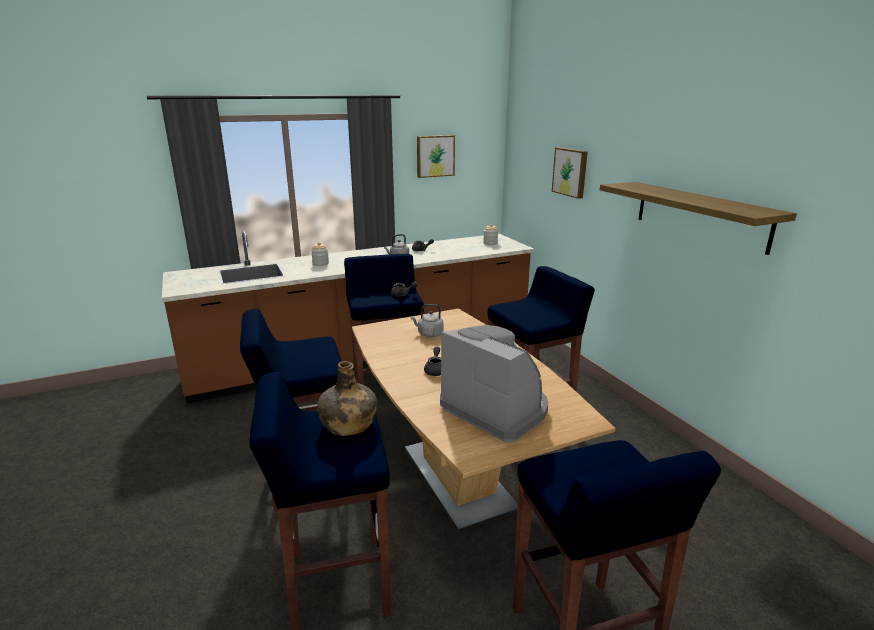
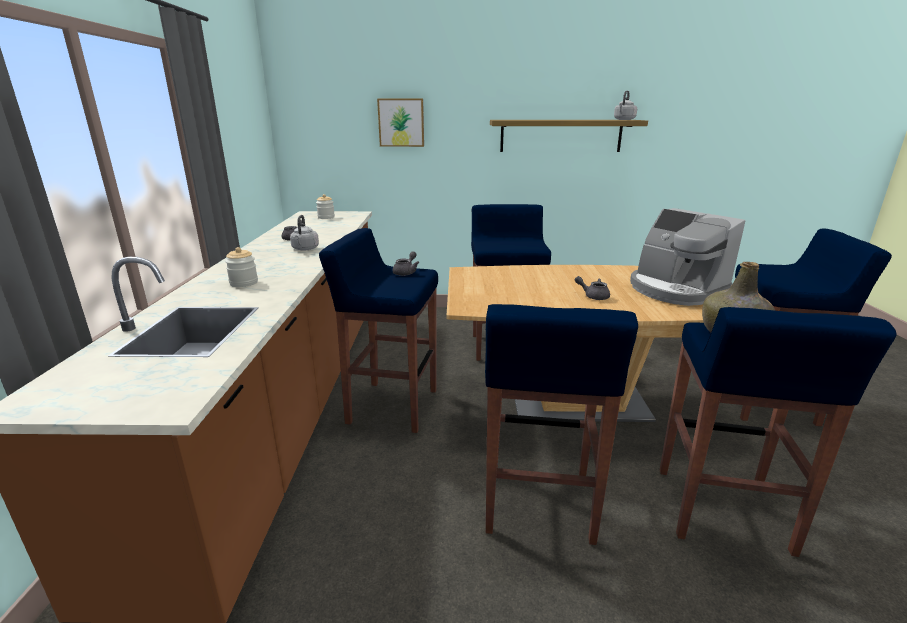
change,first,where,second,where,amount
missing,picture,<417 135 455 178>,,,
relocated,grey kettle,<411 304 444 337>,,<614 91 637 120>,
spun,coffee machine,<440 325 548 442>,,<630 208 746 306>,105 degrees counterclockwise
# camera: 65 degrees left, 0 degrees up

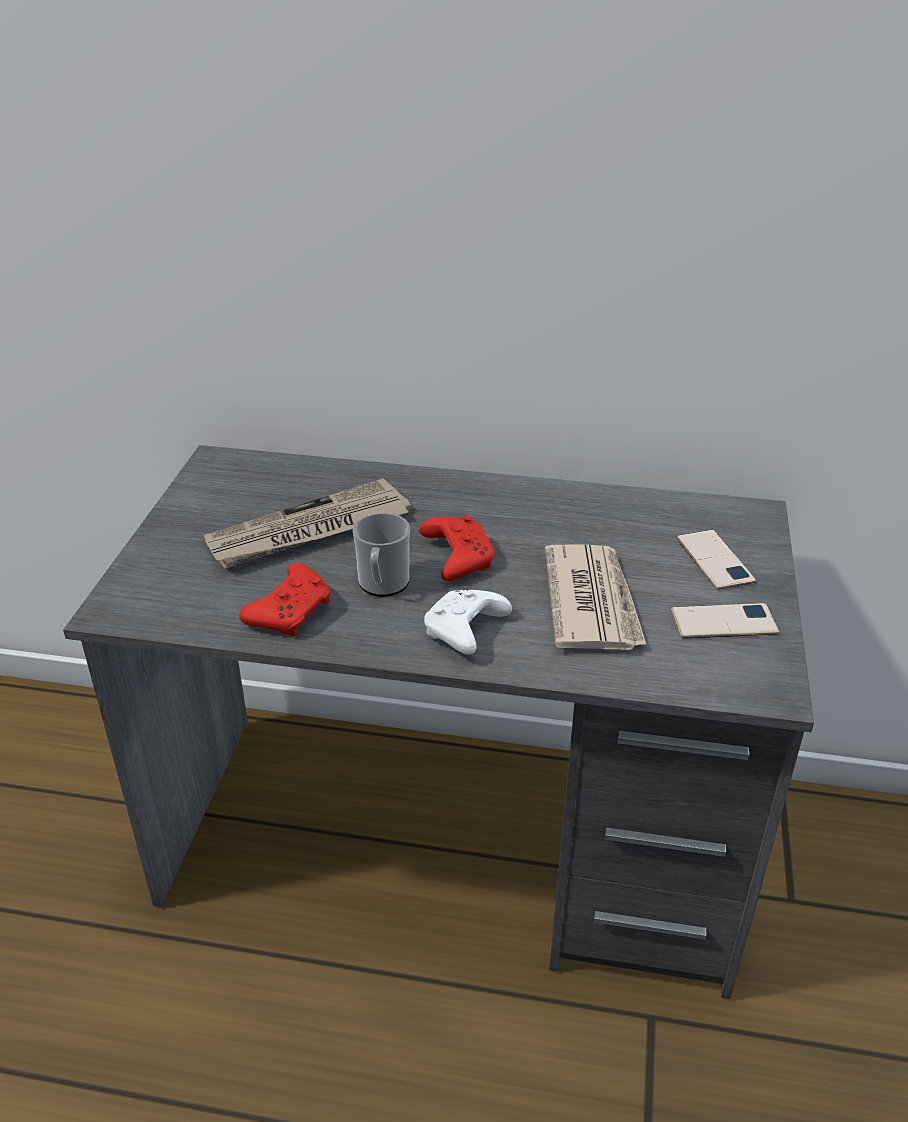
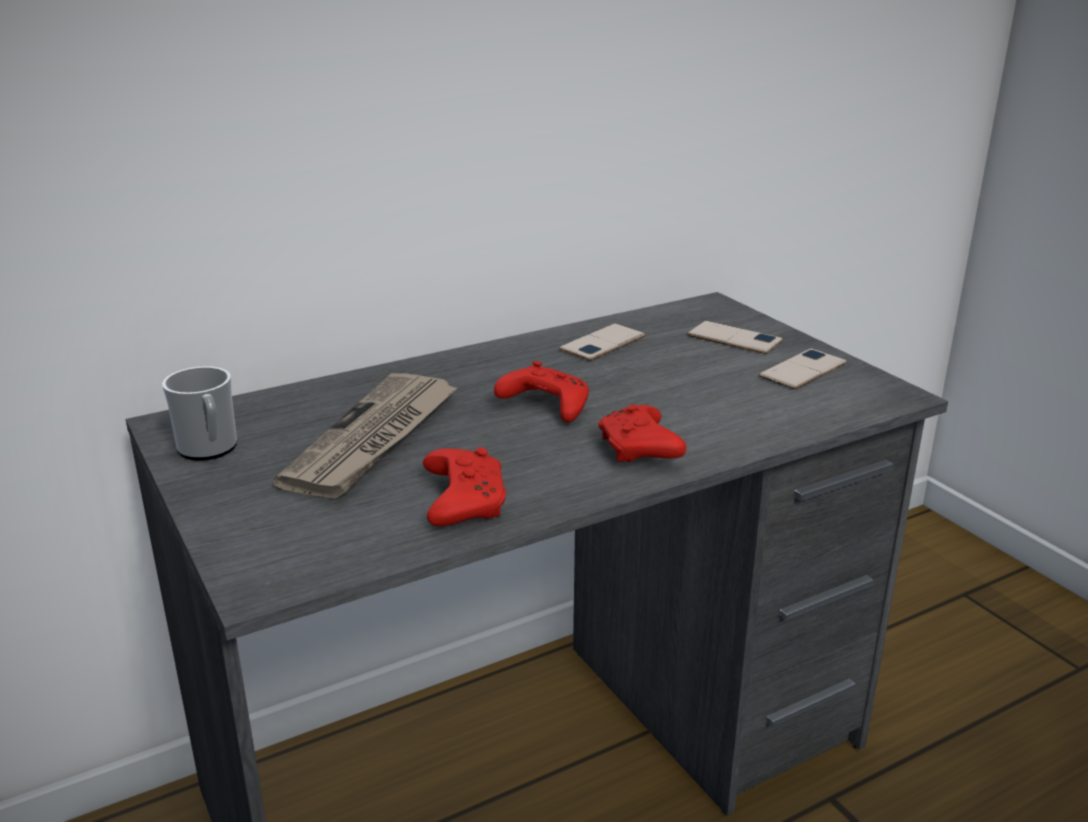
change,first,where,second,where,amount
relocated,mug,<353 513 410 597>,,<162 366 237 461>,
missing,newspaper,<545 544 646 650>,,,
colour,white game controller,<424 589 512 655>,red game controller,<598 404 687 462>,
appeared,,,phone,<559 323 645 361>,
# camera: 40 degrees left, 10 degrees down

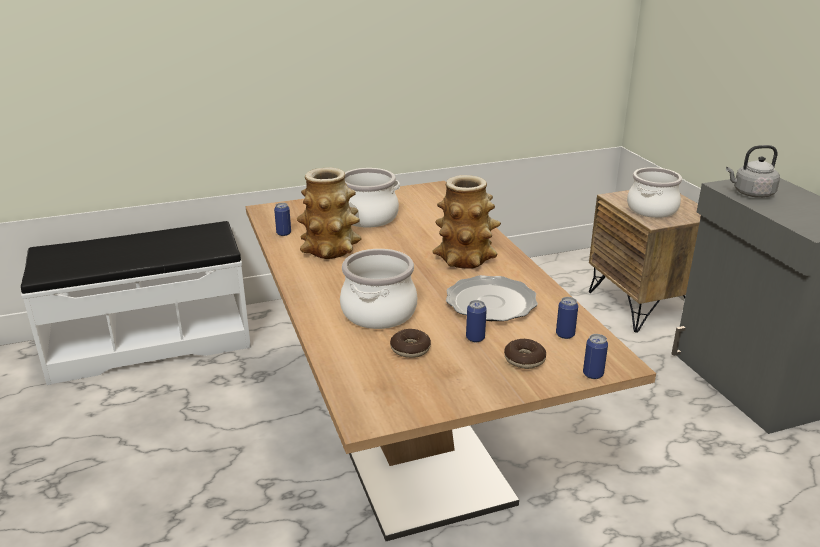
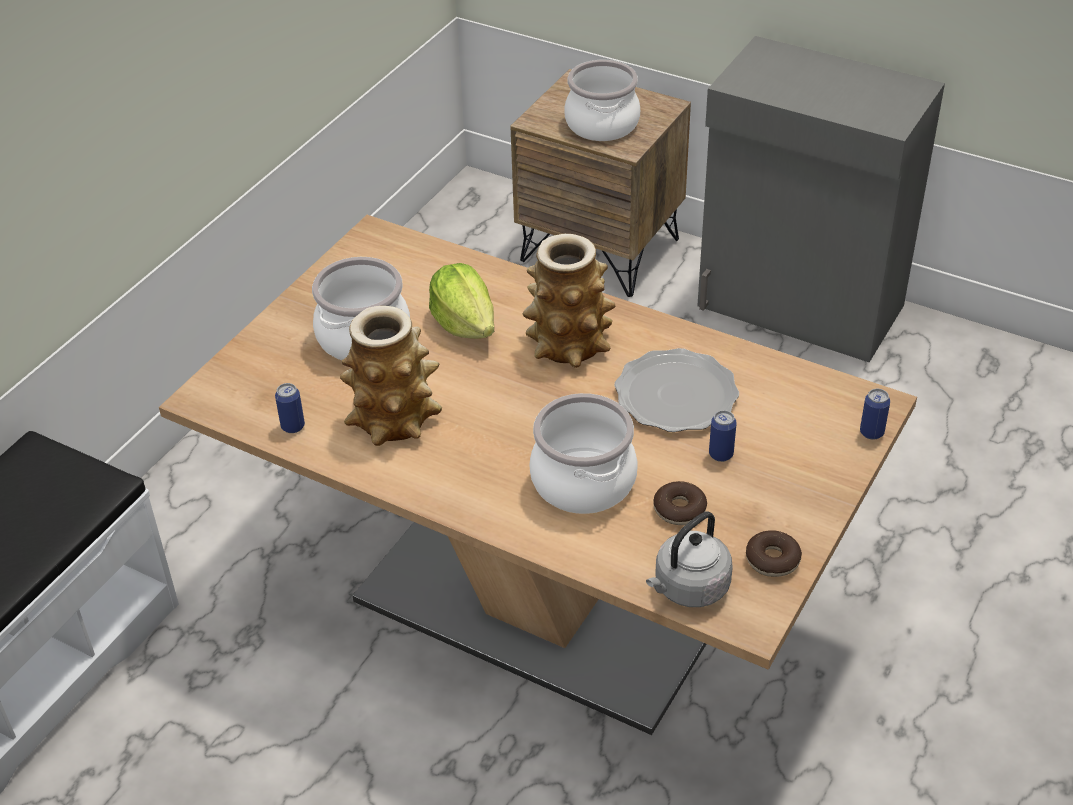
change,first,where,second,where,amount
relocated,grey kettle,<726 145 780 198>,,<646 511 733 607>,
missing,can,<556 297 578 339>,,,
relocated,donut,<504 339 546 369>,,<746 530 802 577>,
appeared,,,lettuce,<429 263 494 339>,
# camera: 40 degrees left, 15 degrees up

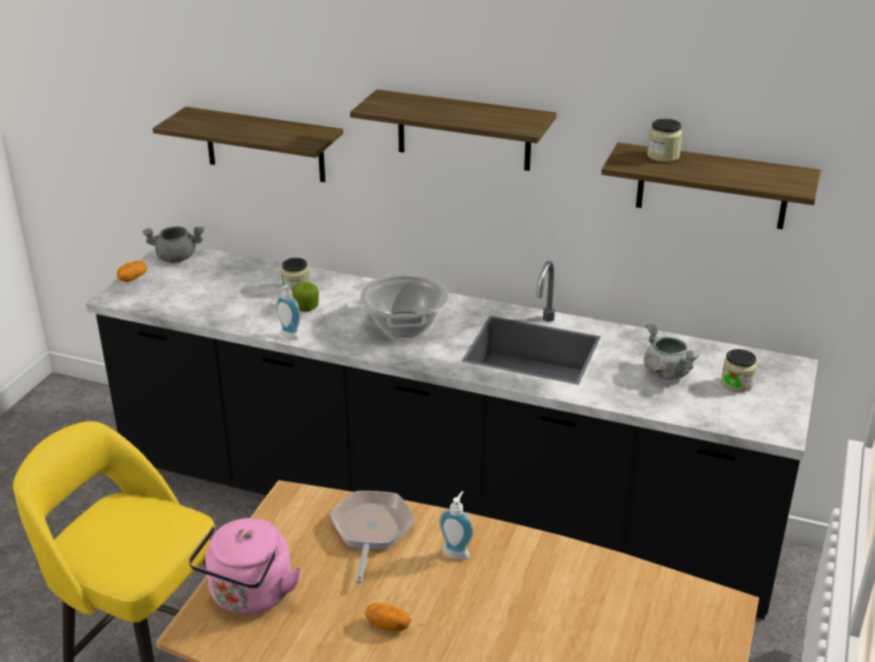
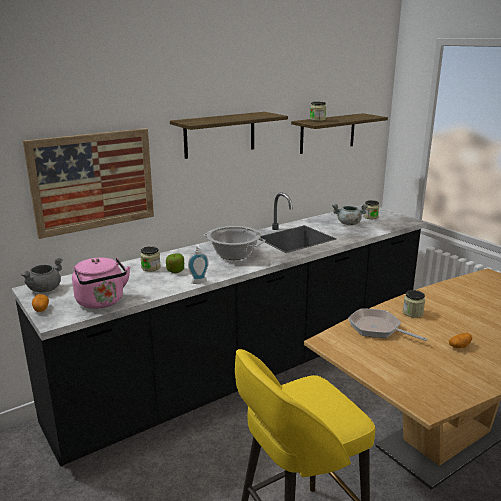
change,first,where,second,where,amount
exchanged,shelf,<153 107 343 182>,picture,<23 128 154 239>,
exchanged,soap dispenser,<439 491 474 560>,jar,<403 290 425 318>,
relocated,pink kettle,<188 518 302 615>,,<72 257 130 309>,
# camera: 55 degrees left, 10 degrees down

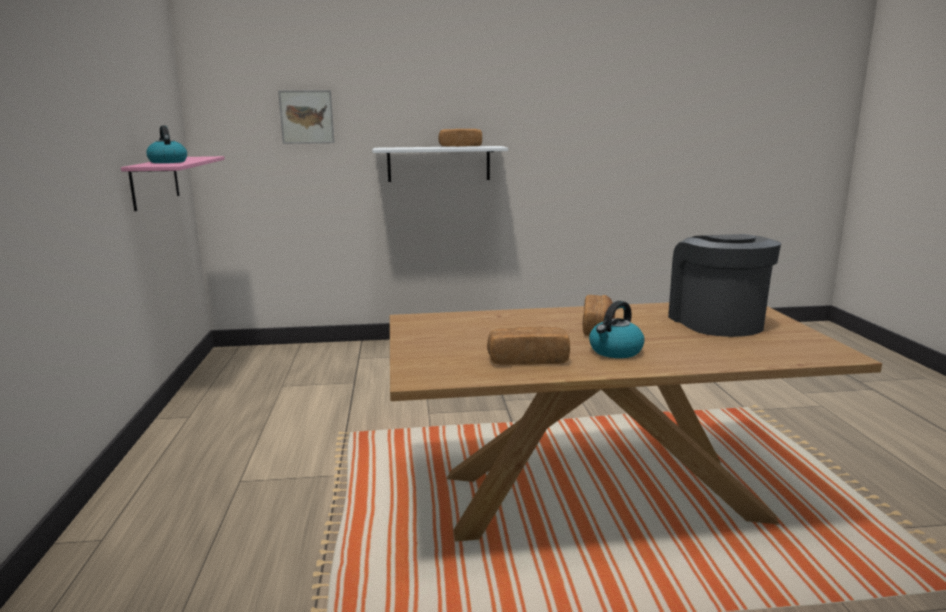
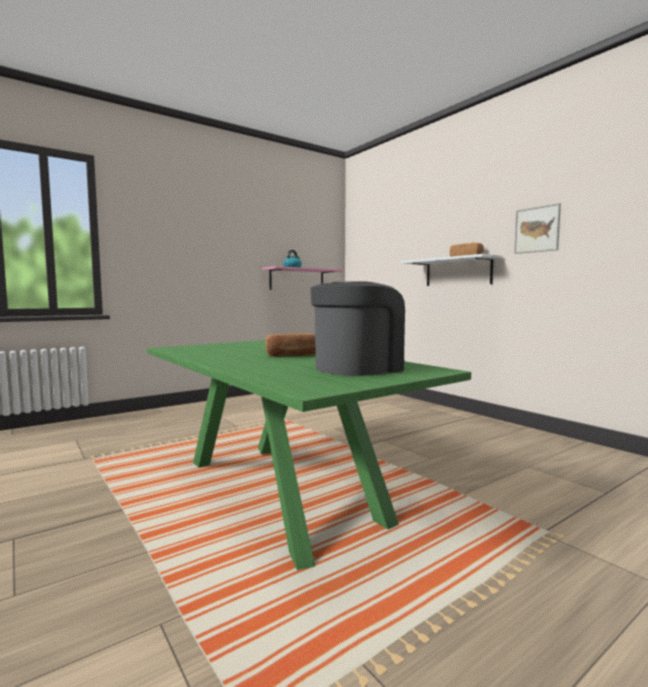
change,first,where,second,where,amount
relocated,picture,<278 90 334 144>,,<514 203 561 254>,
missing,kettle,<589 301 645 358>,,,
colour,brown dining table,<390 303 882 542>,green dining table,<147 340 471 570>,
missing,bread,<487 327 570 365>,,,
# camera: 60 degrees right, 10 degrees down

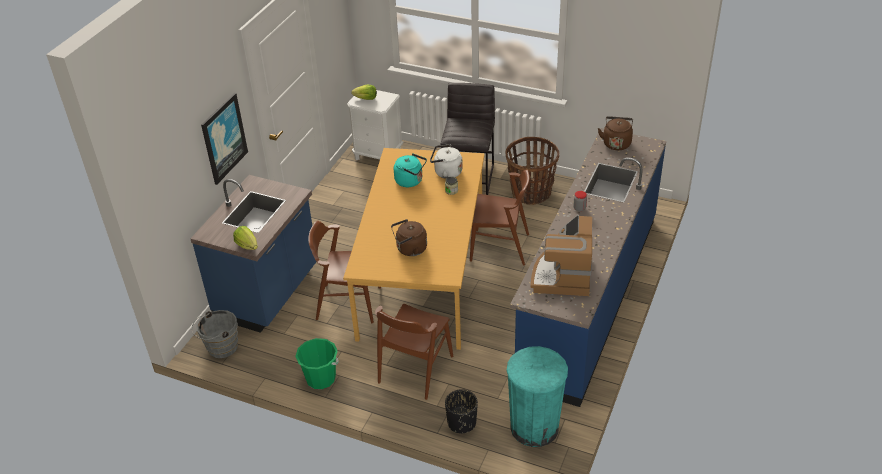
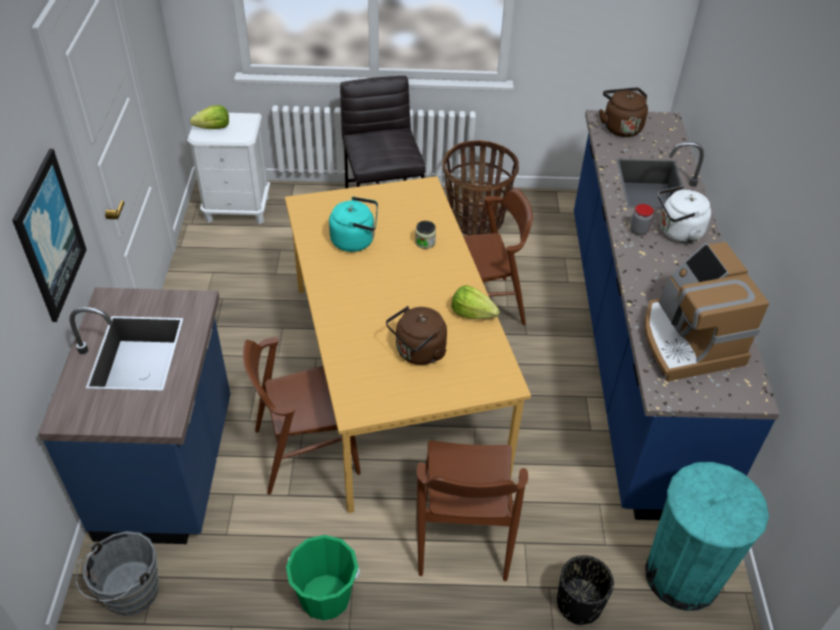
change,first,where,second,where,amount
relocated,white kettle,<430 145 463 179>,,<658 186 711 243>,
relocated,lettuce,<233 226 258 250>,,<451 285 500 319>,
# camera: 25 degrees left, 5 degrees up

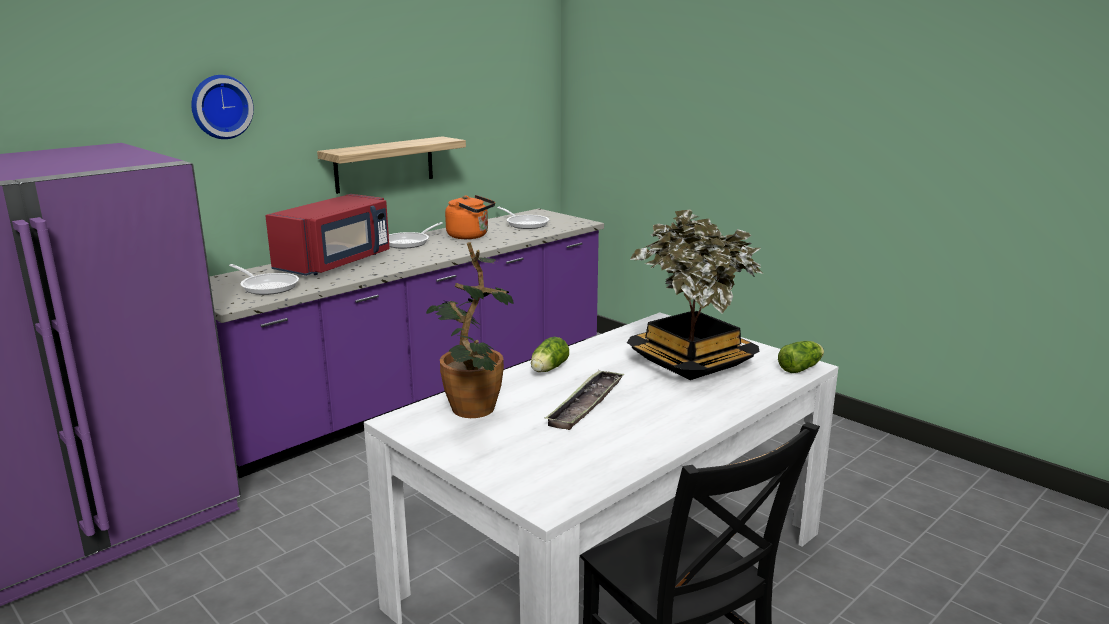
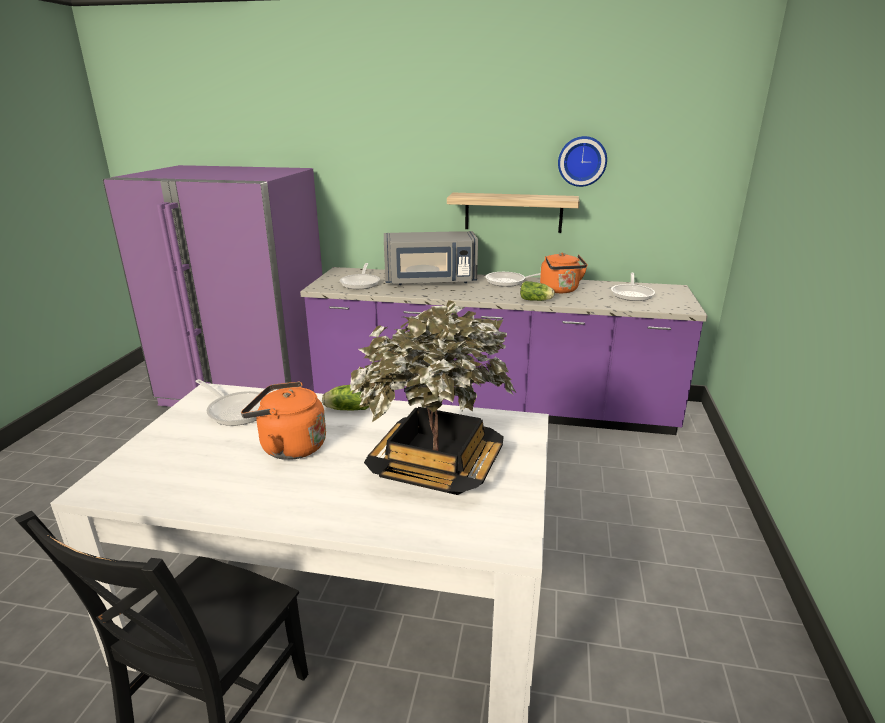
change,first,where,second,where,amount
relocated,wall clock,<191 75 254 139>,,<558 136 607 187>,
colour,red microwave,<265 194 390 276>,grey microwave,<384 231 478 285>,
exchanged,potted plant,<426 242 513 418>,frying pan,<195 379 261 426>,
relocated,lettuce,<778 341 824 373>,,<520 281 555 301>,
exchanged,tray,<544 370 624 430>,orange kettle,<241 381 326 460>,
# camera: 55 degrees right, 5 degrees up

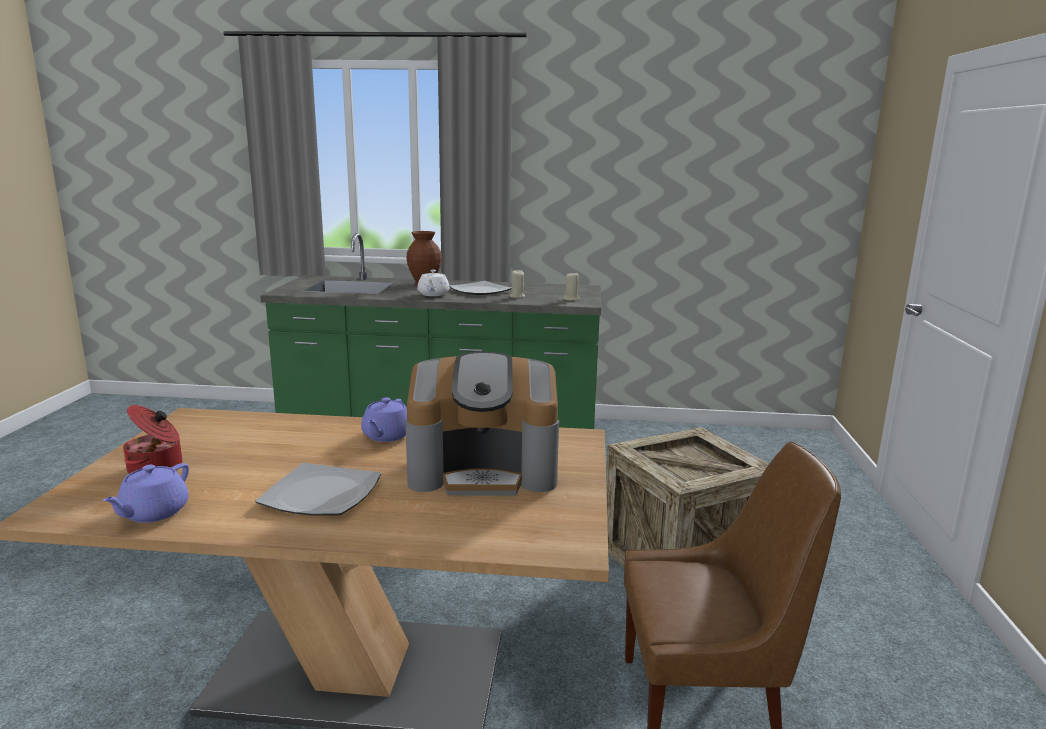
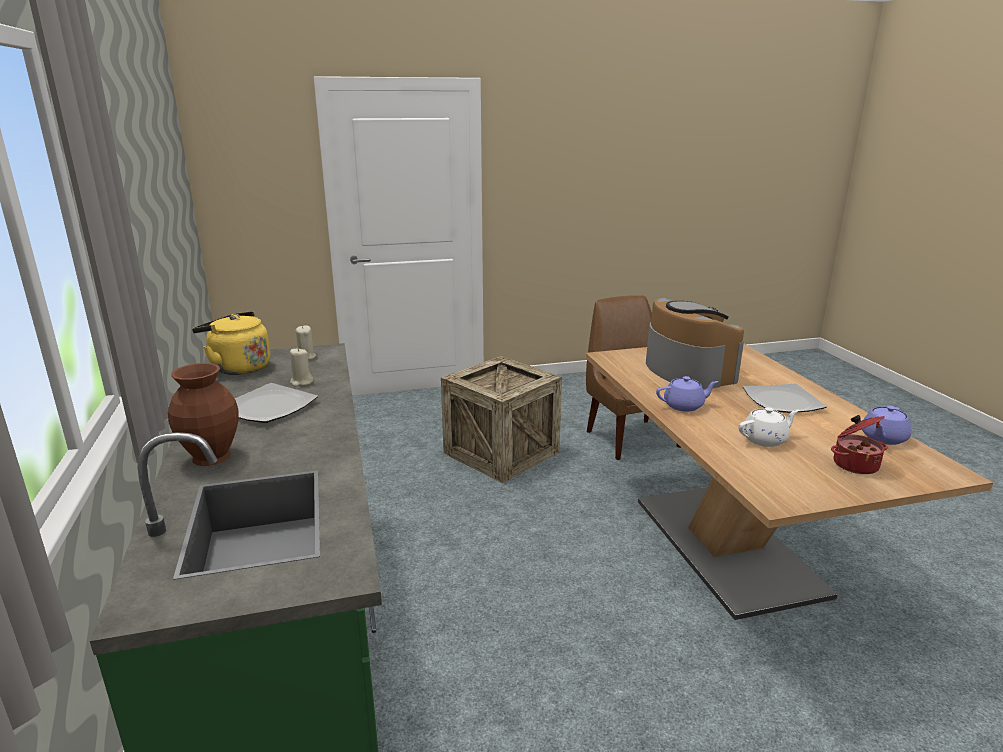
change,first,where,second,where,amount
relocated,white teapot,<417 270 450 296>,,<739 407 799 447>,
spun,purple teapot,<102 463 189 523>,,<862 406 912 445>,135 degrees clockwise
appeared,,,yellow kettle,<192 311 270 375>,
# camera: 110 degrees left, 5 degrees up

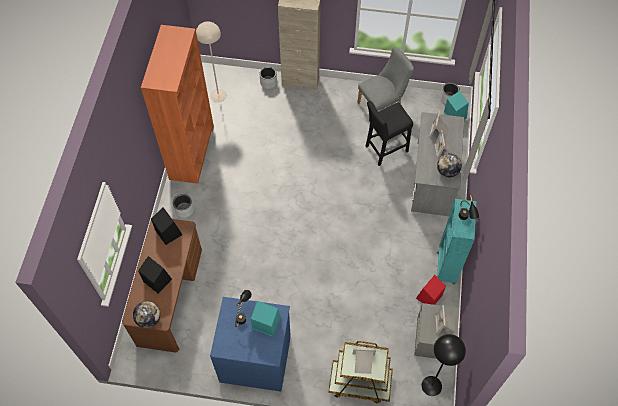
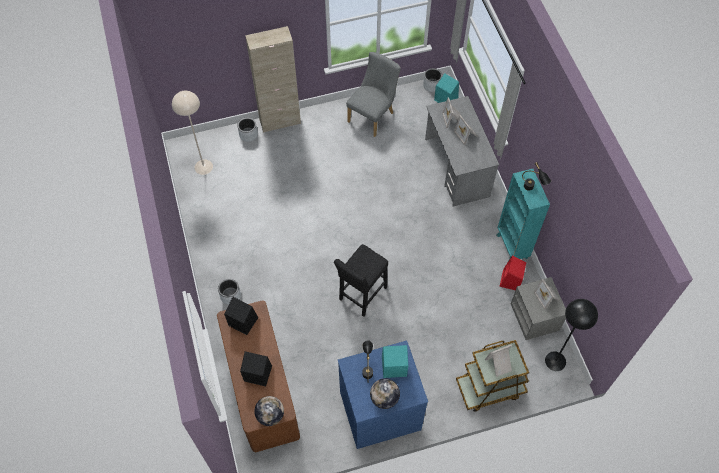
change,first,where,second,where,amount
missing,orange bookcase,<141 25 214 184>,,,
relocated,black stool,<366 101 413 166>,,<334 244 388 317>,
relocated,globe,<437 153 462 178>,,<370 378 400 409>,
# camera: 25 degrees left, 0 degrees up

